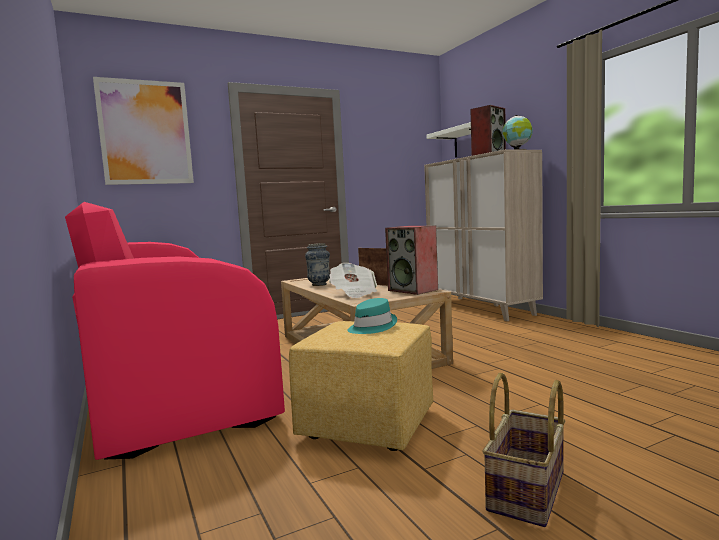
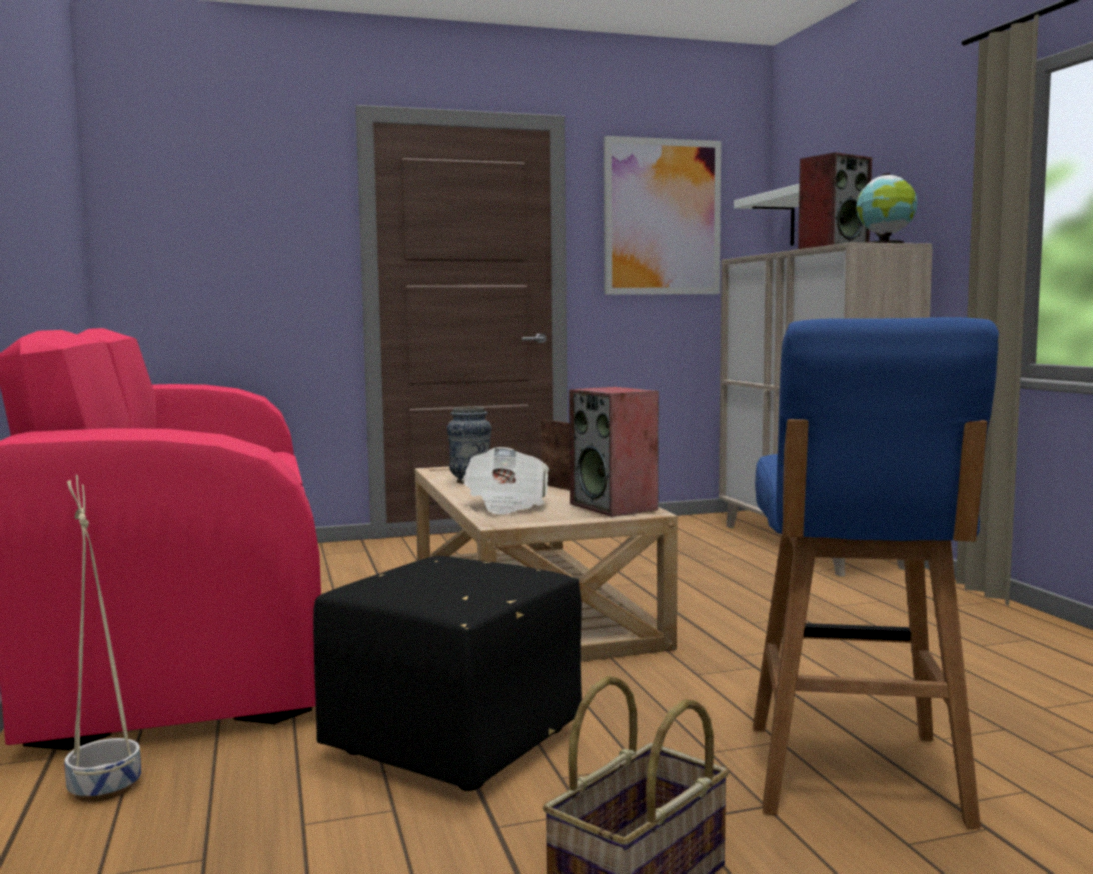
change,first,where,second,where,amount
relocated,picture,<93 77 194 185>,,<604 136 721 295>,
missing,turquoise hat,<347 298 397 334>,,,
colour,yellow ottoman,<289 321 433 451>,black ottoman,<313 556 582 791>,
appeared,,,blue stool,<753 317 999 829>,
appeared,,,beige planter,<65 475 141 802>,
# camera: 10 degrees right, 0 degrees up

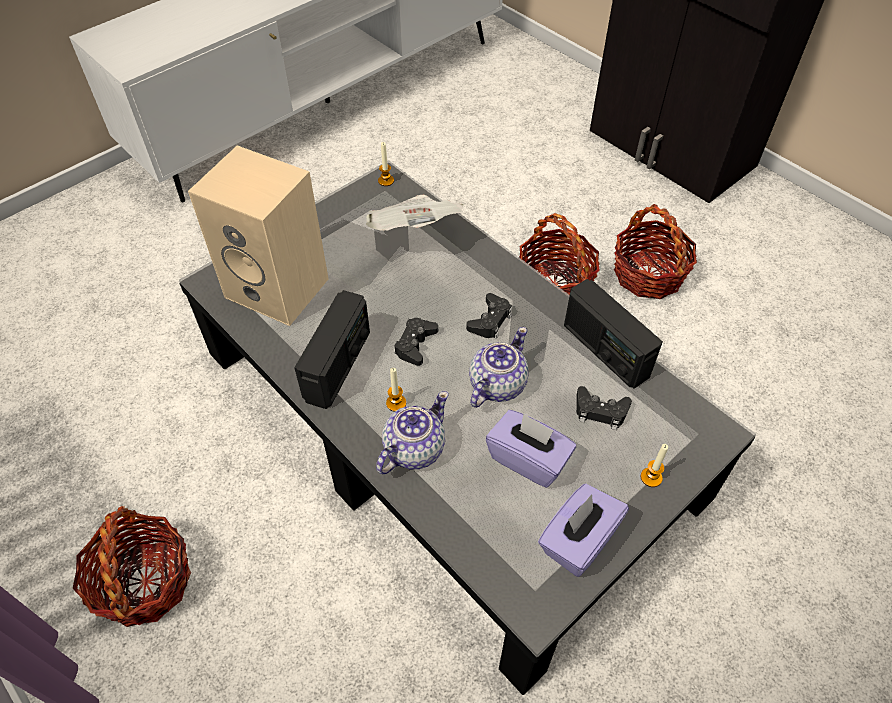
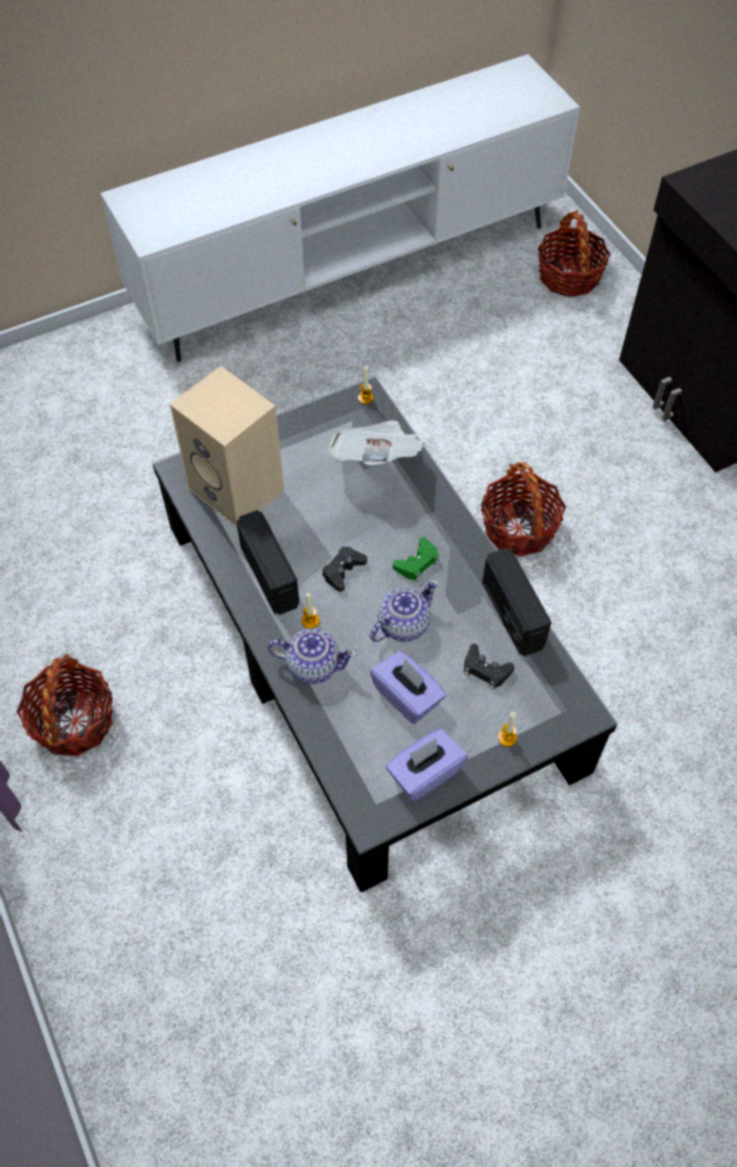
change,first,where,second,where,amount
relocated,basket,<614 204 697 299>,,<538 210 611 297>,
spun,radio,<294 290 370 409>,,<236 510 299 615>,60 degrees counterclockwise
colour,black game controller,<466 293 512 339>,green game controller,<393 537 439 581>,
spun,teapot,<376 391 449 474>,,<268 628 357 684>,45 degrees clockwise
# camera: 15 degrees right, 5 degrees up

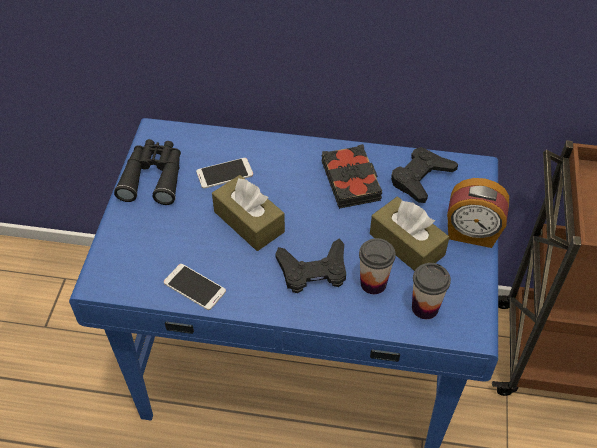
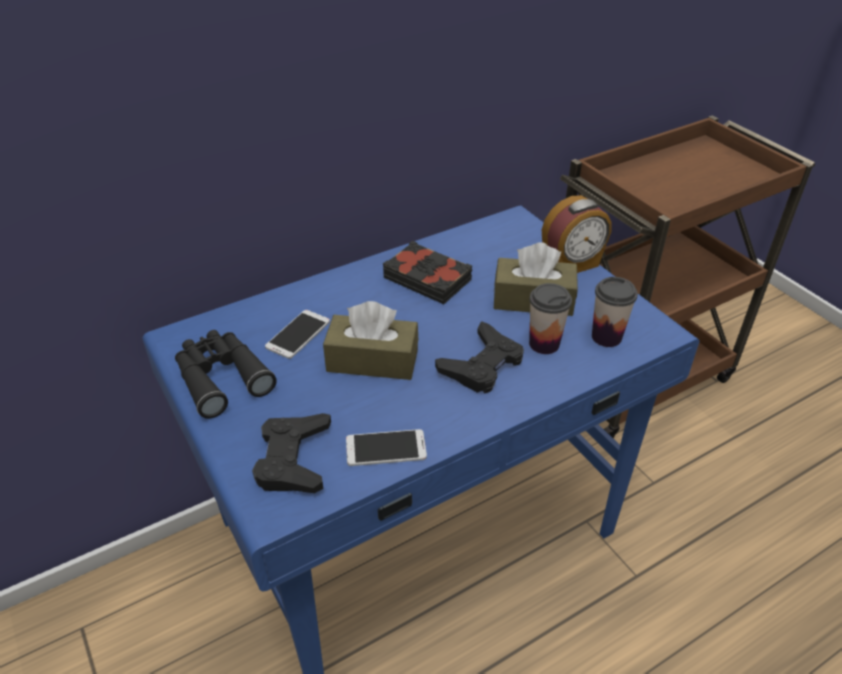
change,first,where,second,where,amount
relocated,black game controller,<391 147 458 203>,,<252 413 331 493>,
# camera: 40 degrees left, 10 degrees down

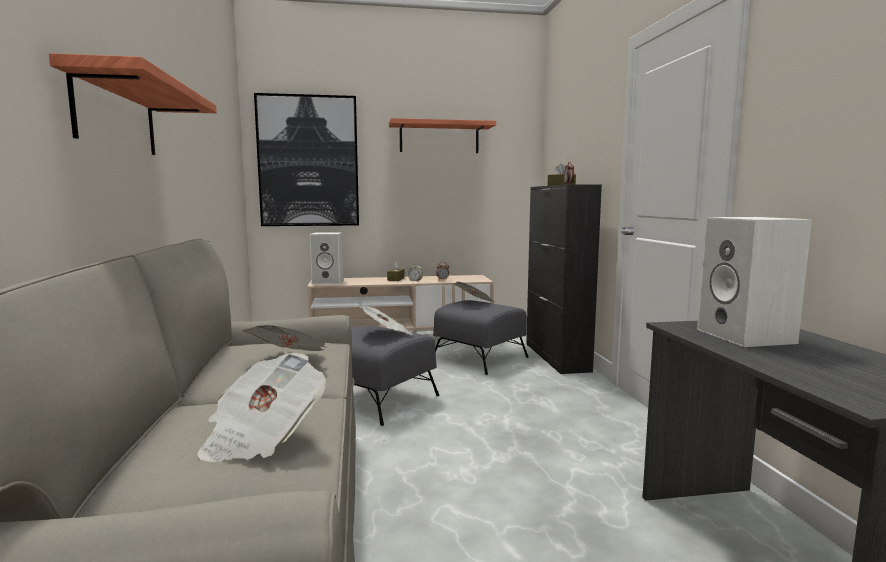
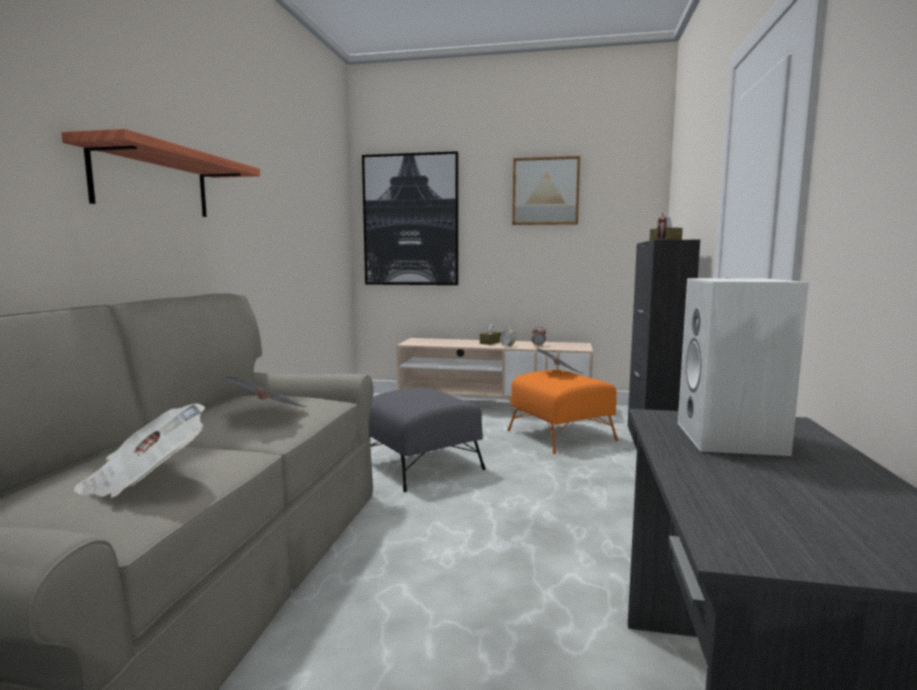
change,first,where,second,where,amount
exchanged,shelf,<389 118 496 153>,picture,<512 156 580 225>,
missing,white speaker,<310 232 344 284>,,,
colour,grey ottoman,<433 300 529 375>,orange ottoman,<507 370 618 454>,
missing,newspaper,<357 304 412 335>,,,
# camera: 20 degrees right, 0 degrees up

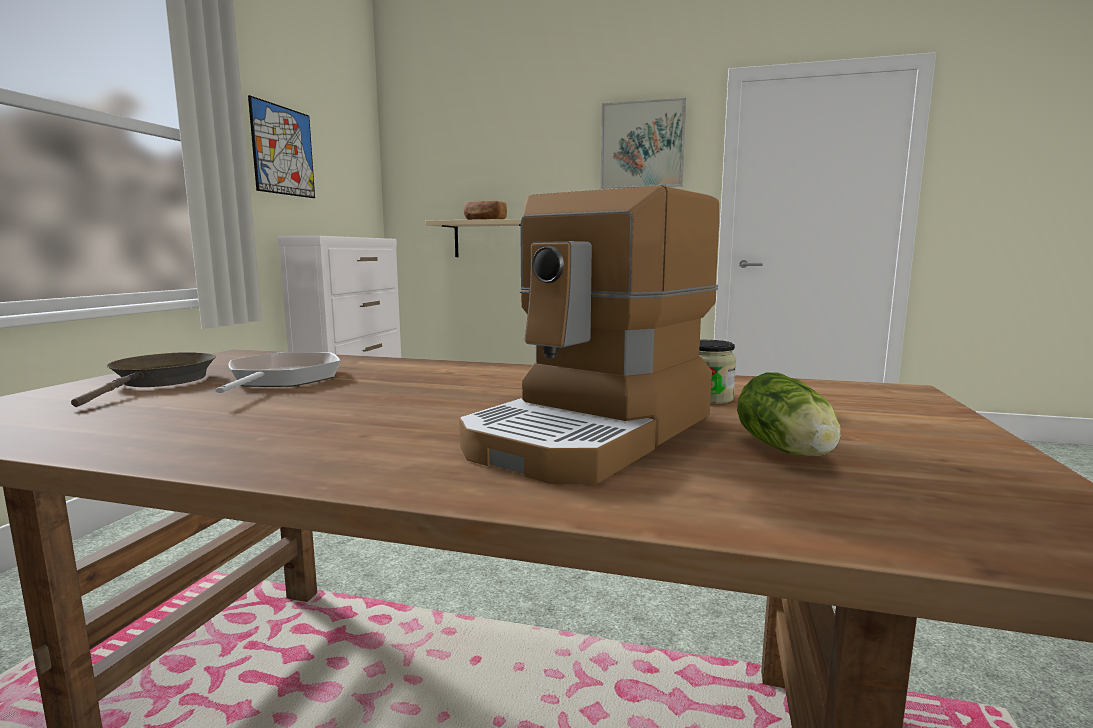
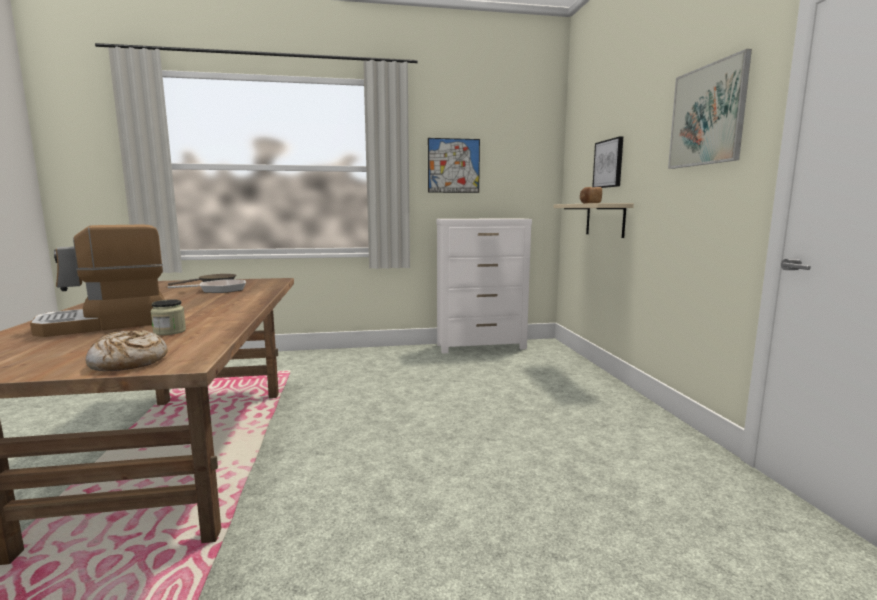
change,first,where,second,where,amount
spun,coffee machine,<459 185 719 484>,,<30 224 165 337>,45 degrees counterclockwise
missing,lettuce,<737 372 841 456>,,,
appeared,,,picture,<592 136 623 188>,
appeared,,,bread,<85 330 168 371>,
# camera: 65 degrees right, 0 degrees up

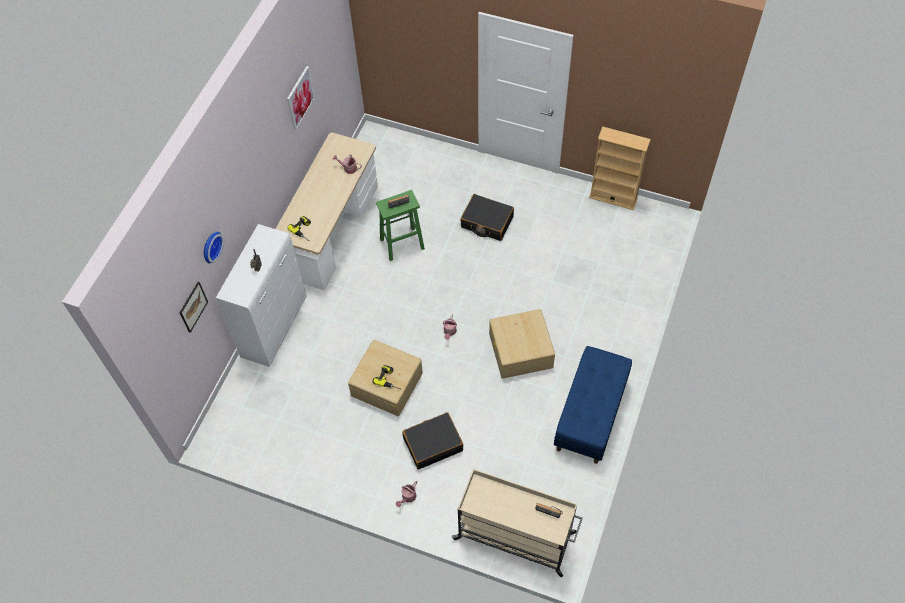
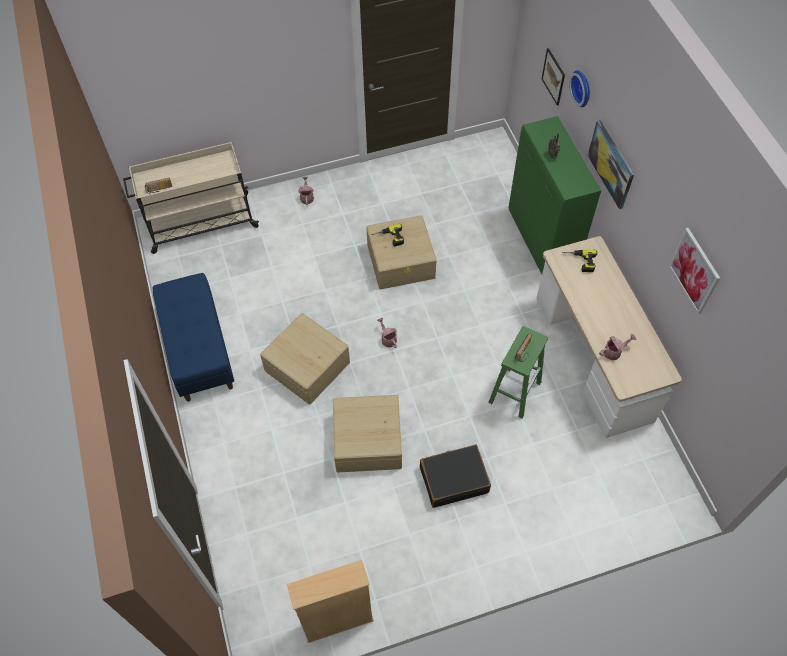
change,first,where,second,where,amount
colour,white cabinet,<216 224 306 367>,green cabinet,<509 116 601 274>,
missing,black suitcase,<402 412 464 469>,,,
appeared,,,picture,<588 120 634 209>,
appeared,,,beige storage box,<333 395 402 472>,
# camera: 140 degrees right, 0 degrees up

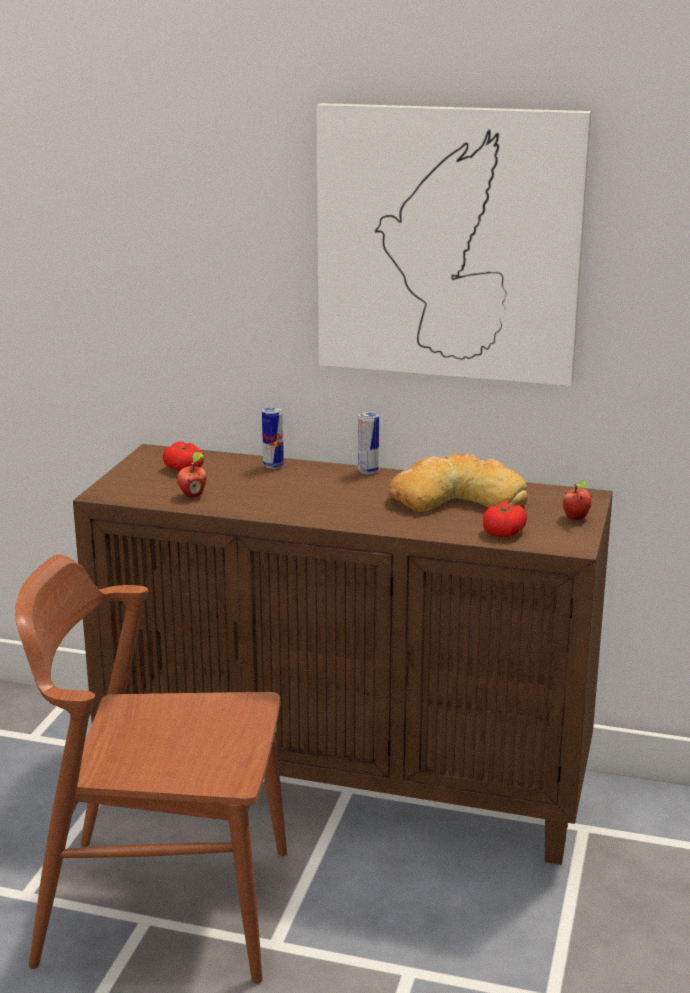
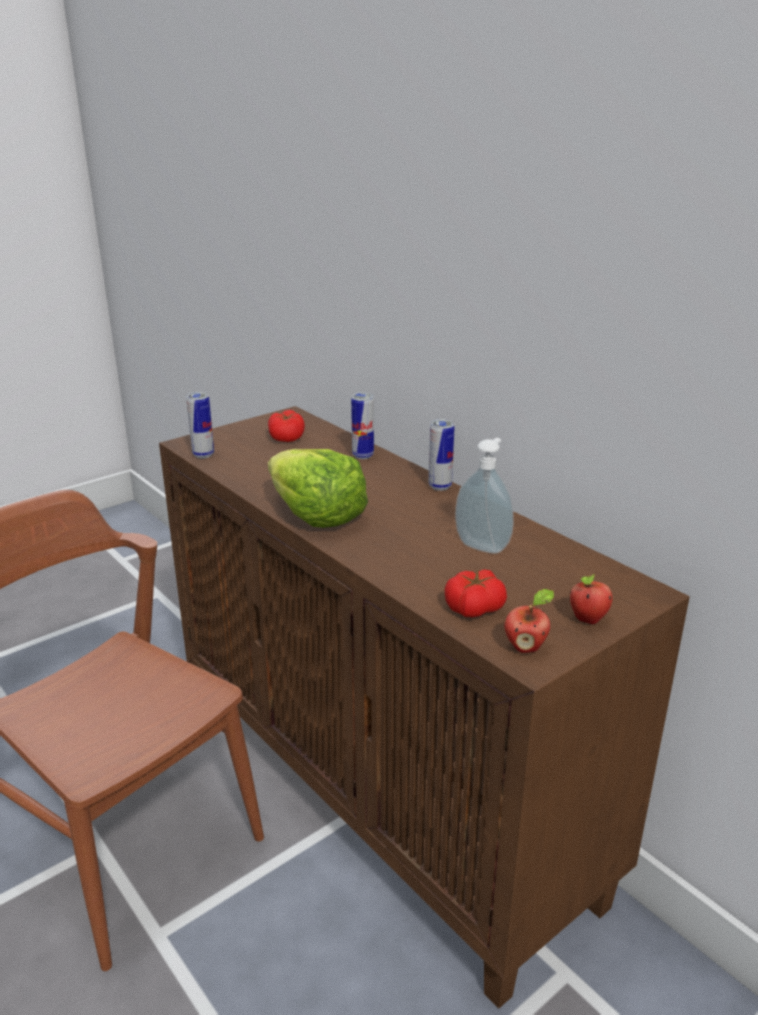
change,first,where,second,where,amount
missing,picture,<317 103 591 386>,,,
relocated,apple,<177 452 207 498>,,<504 589 554 653>,
exchanged,bread,<388 454 528 513>,soap dispenser,<455 438 514 554>,
appeared,,,can,<186 392 214 458>,
appeared,,,lettuce,<268 449 368 528>,
# camera: 35 degrees right, 5 degrees up

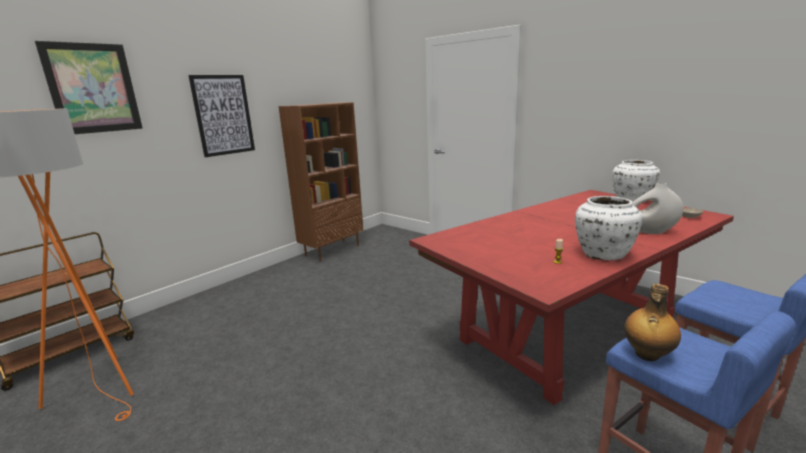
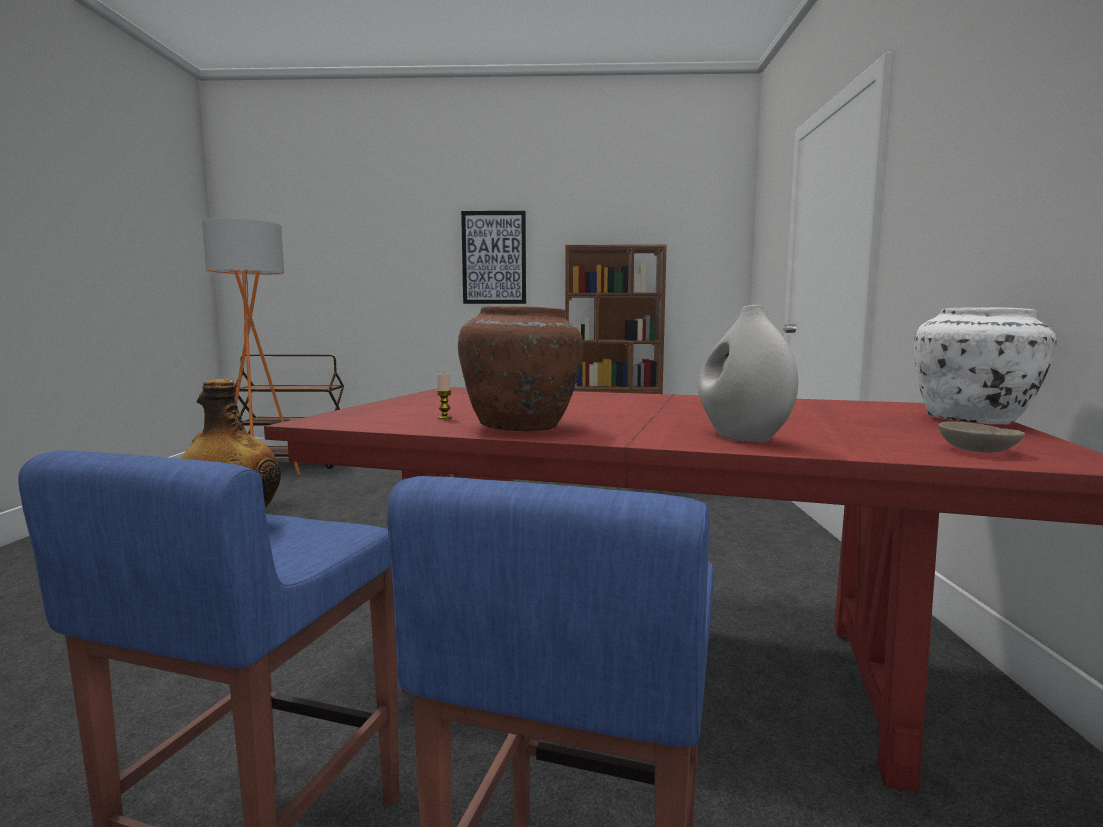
change,first,where,second,where,amount
missing,picture,<35 41 143 134>,,,
colour,white vase,<575 196 642 260>,brown vase,<458 306 583 431>,
# camera: 50 degrees right, 10 degrees down

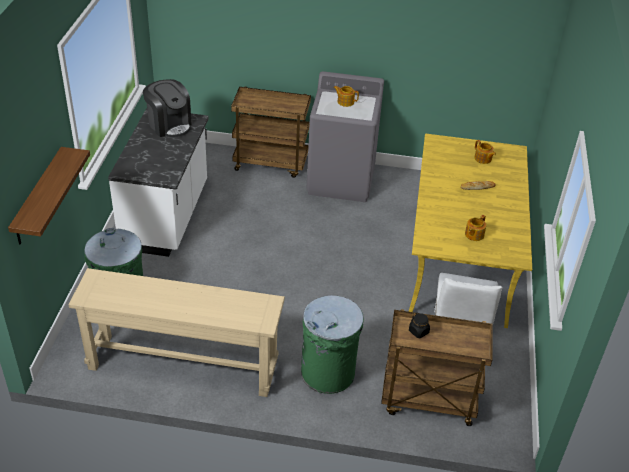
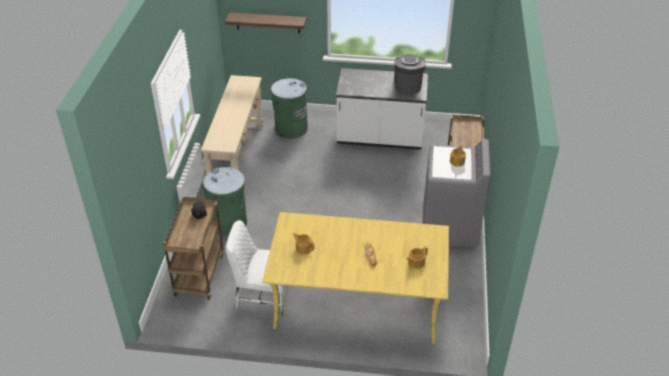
change,first,where,second,where,amount
spun,coffee machine,<143 79 191 138>,,<394 55 426 94>,135 degrees clockwise
# camera: 90 degrees right, 0 degrees up

